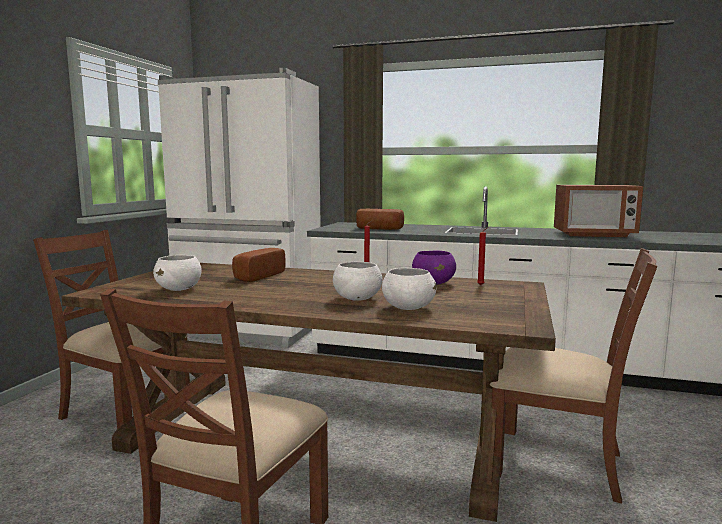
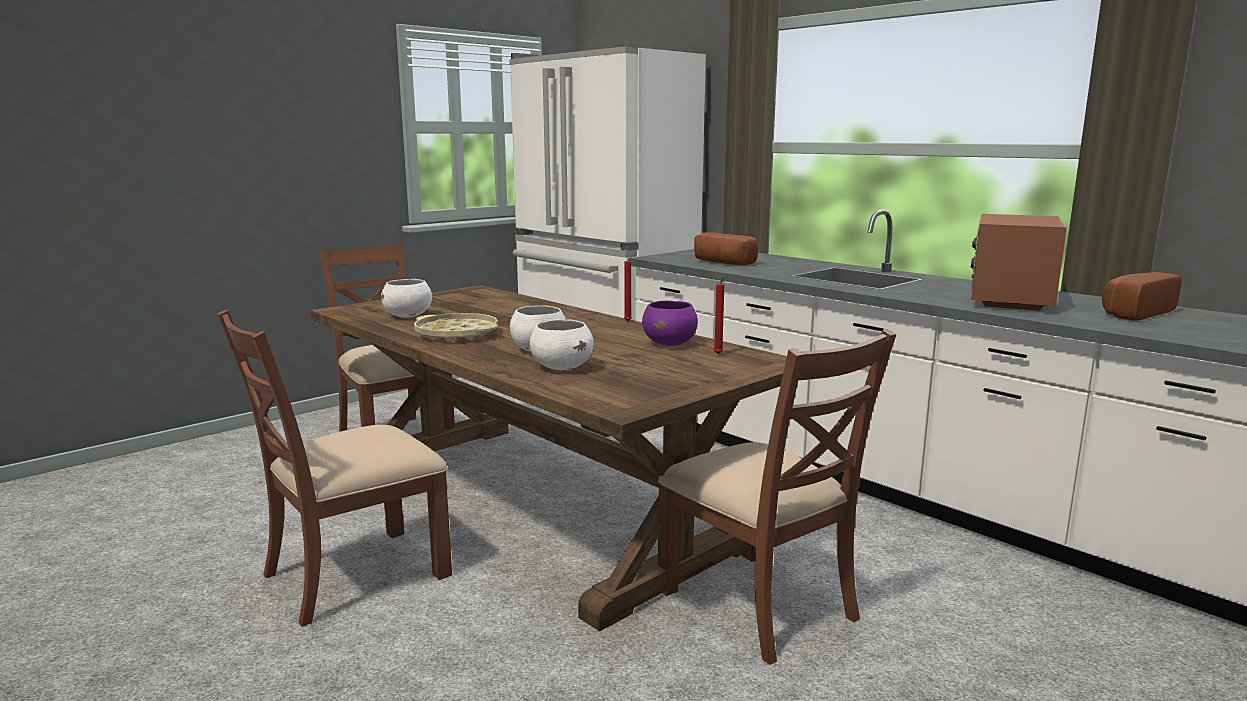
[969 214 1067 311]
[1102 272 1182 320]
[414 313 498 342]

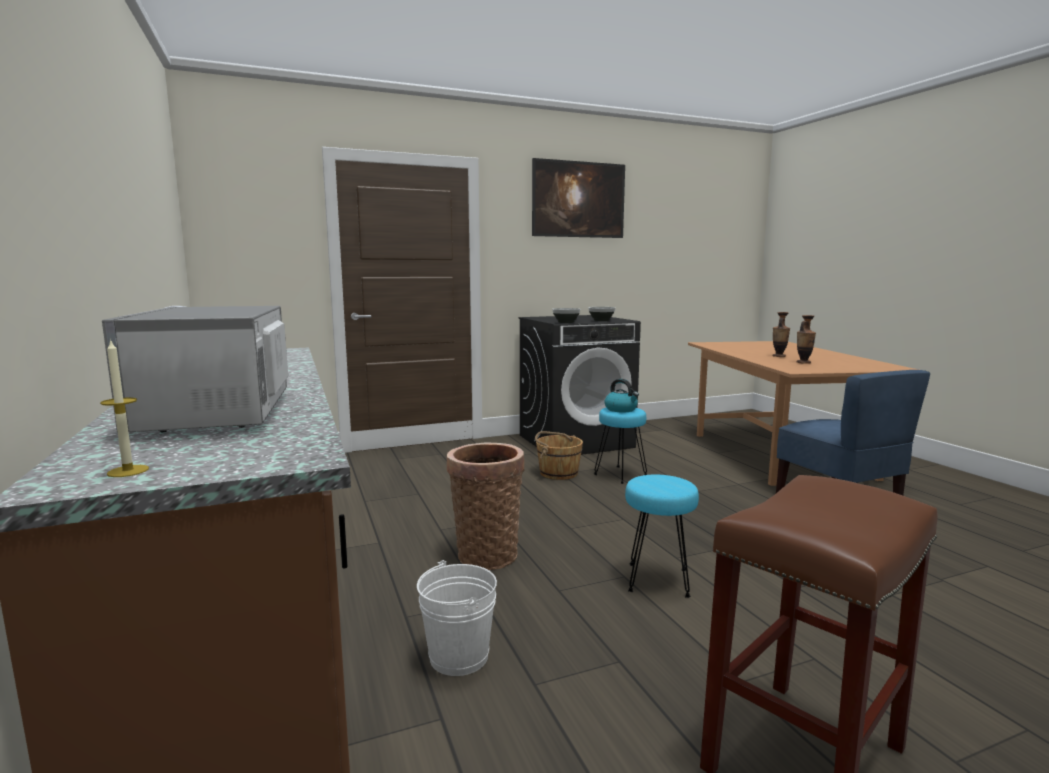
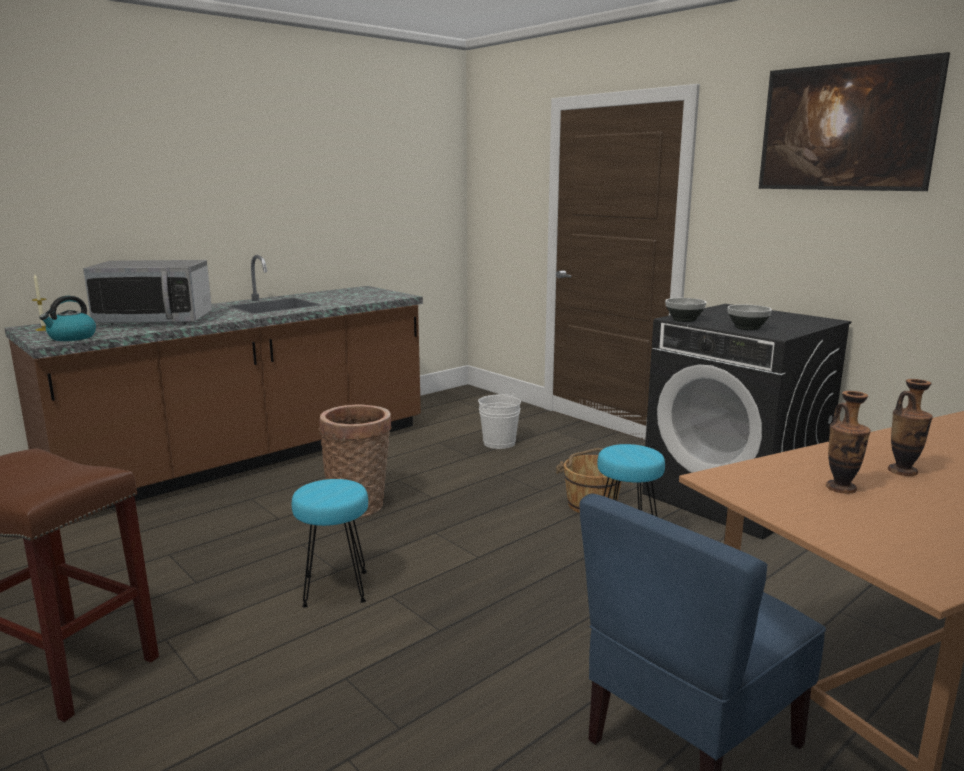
[83 260 212 325]
[40 296 96 341]
[478 394 521 449]

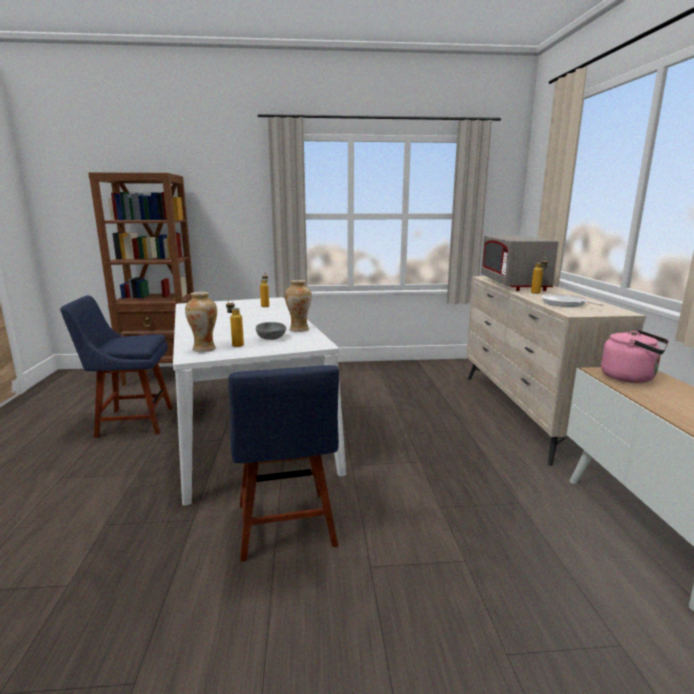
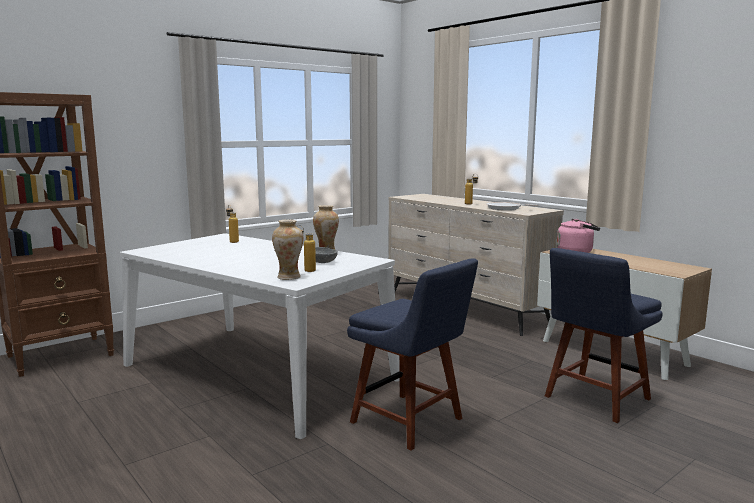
[481 235 558 291] (first image)
[545 248 663 423]

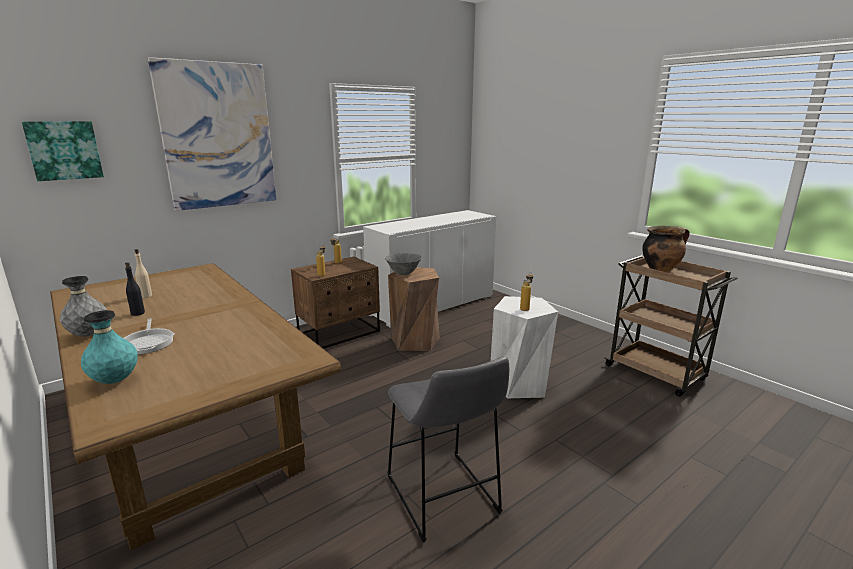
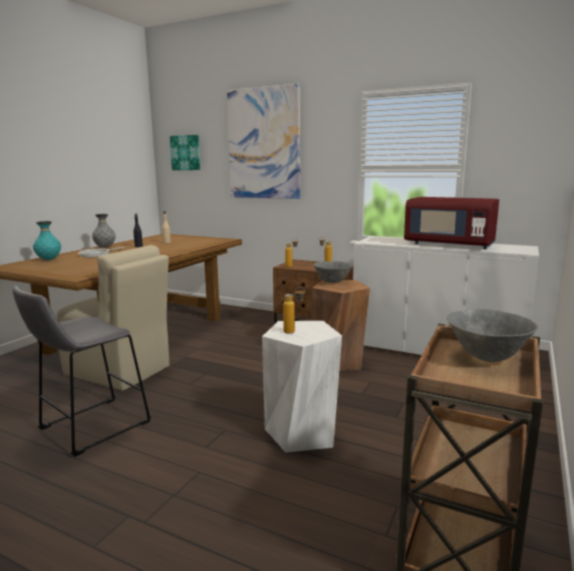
[447 309 538 362]
[404 197 499 249]
[57 245 169 391]

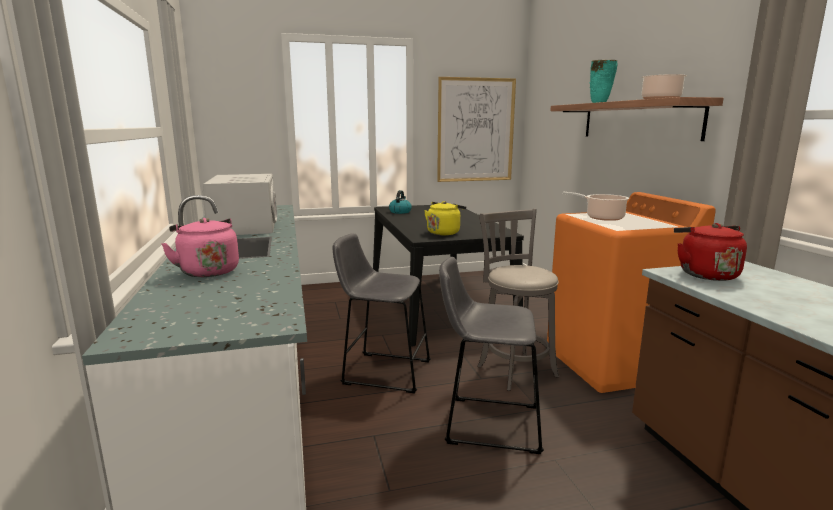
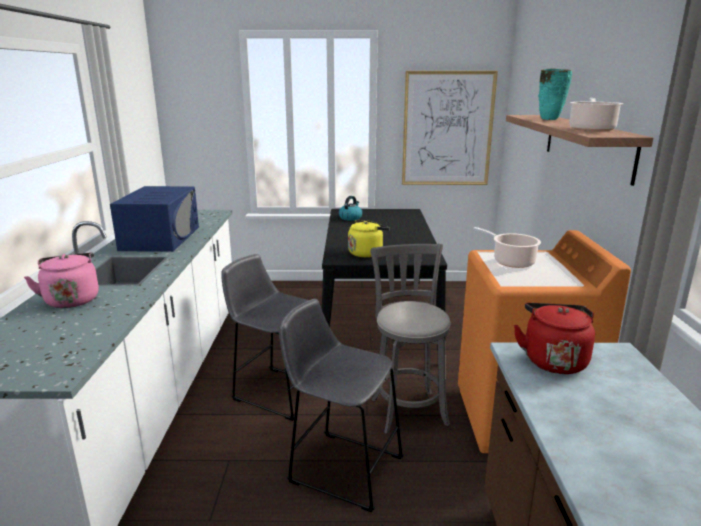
[110 186 199 252]

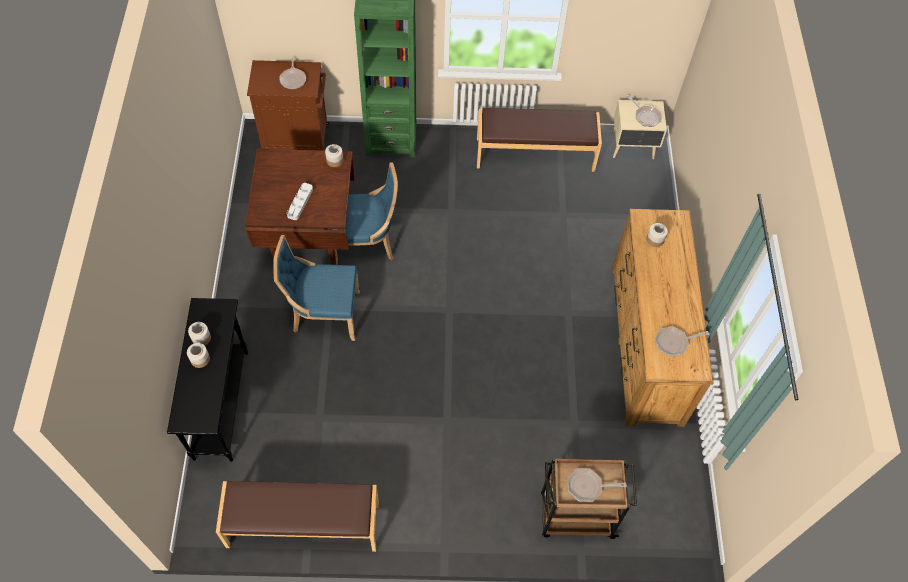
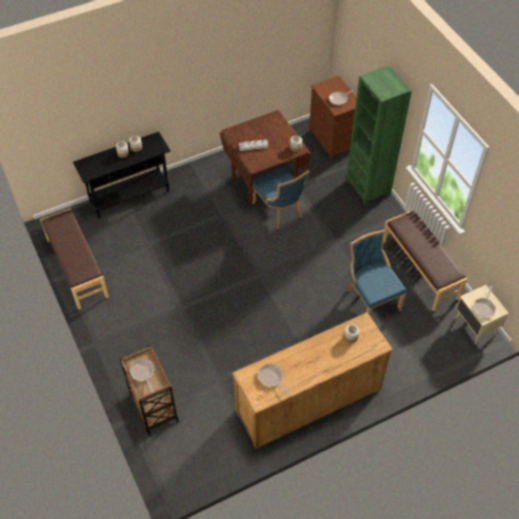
[347 230 406 316]

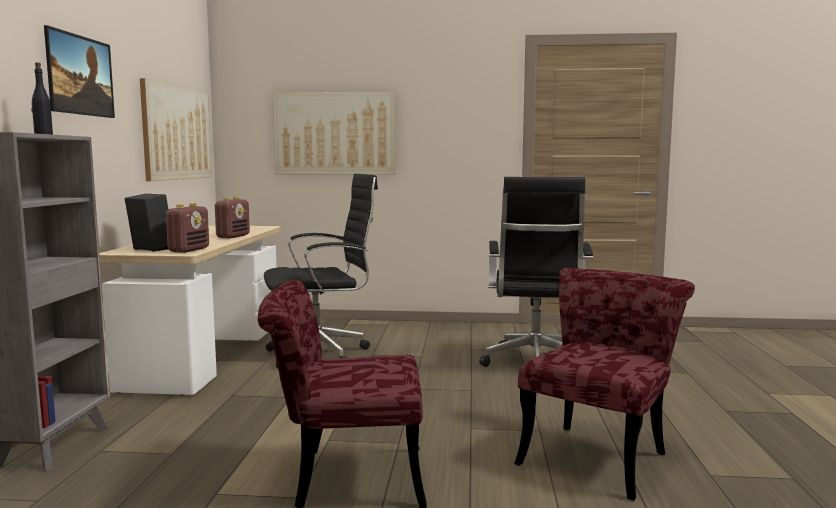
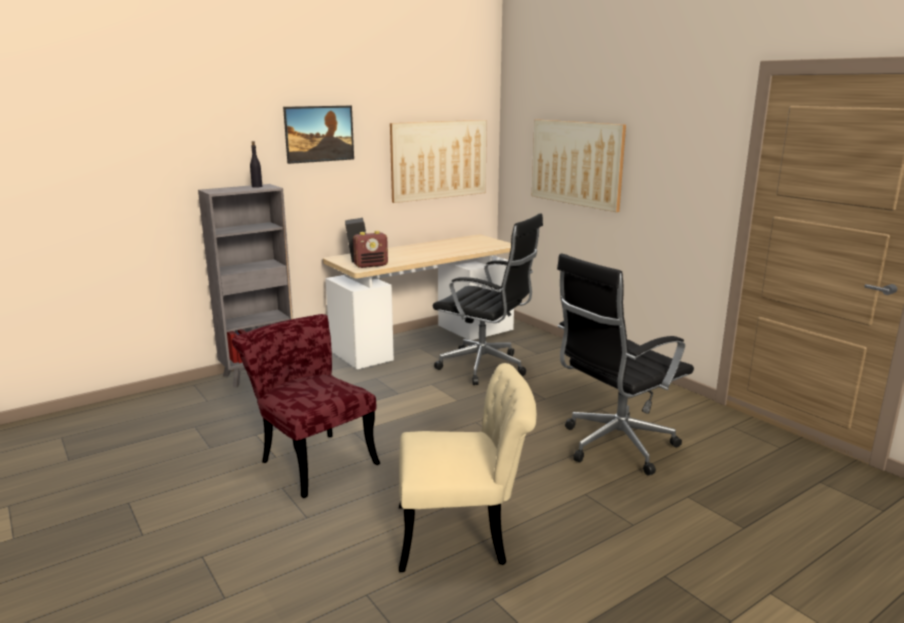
[215 197 250 238] (first image)
[399 363 537 572]

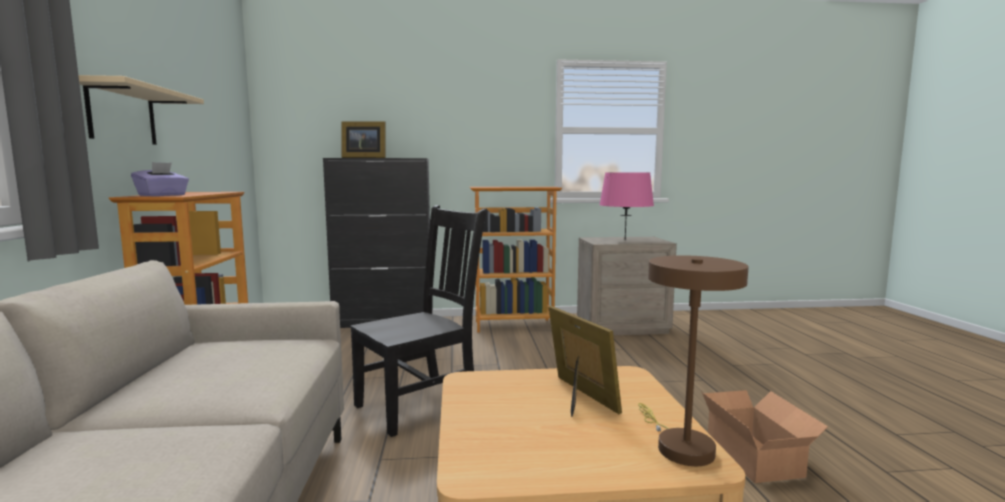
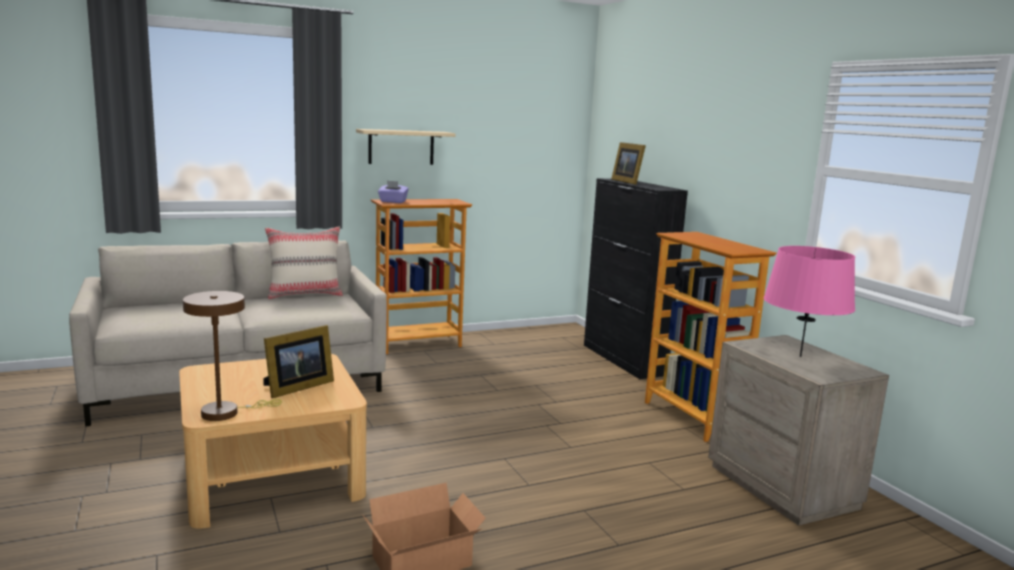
[350 205 486 437] (first image)
[265 227 343 299]

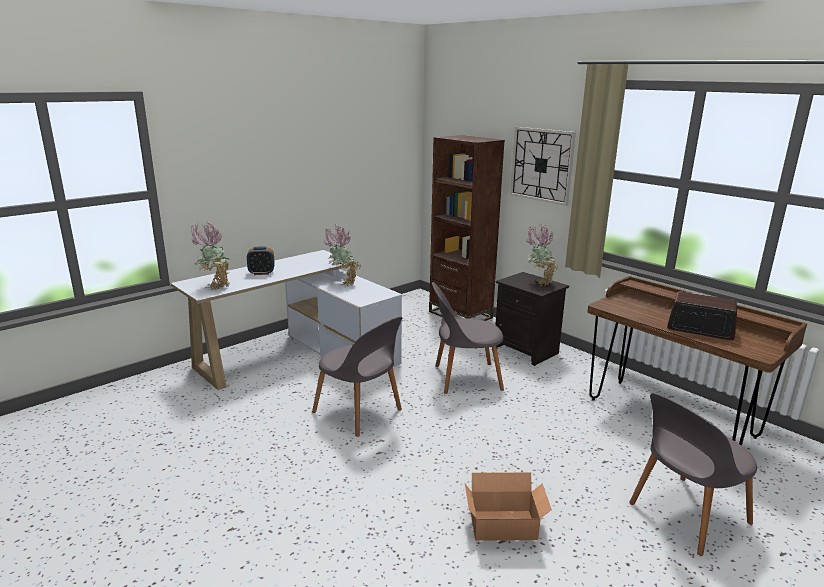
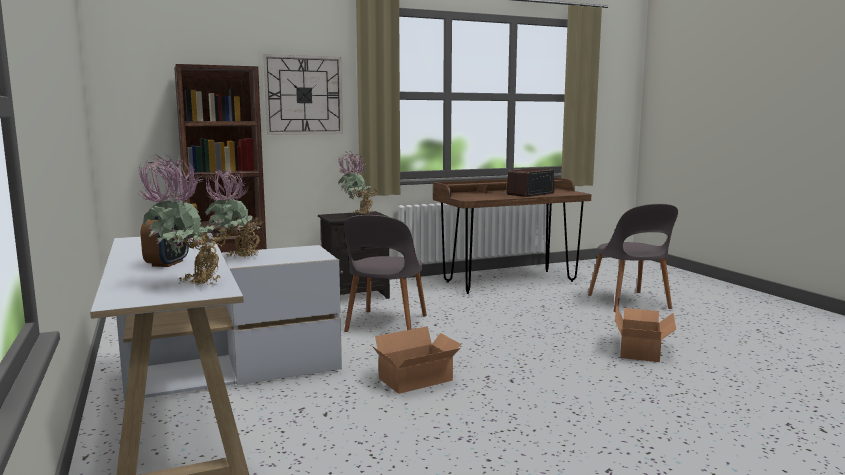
[372 326 461 394]

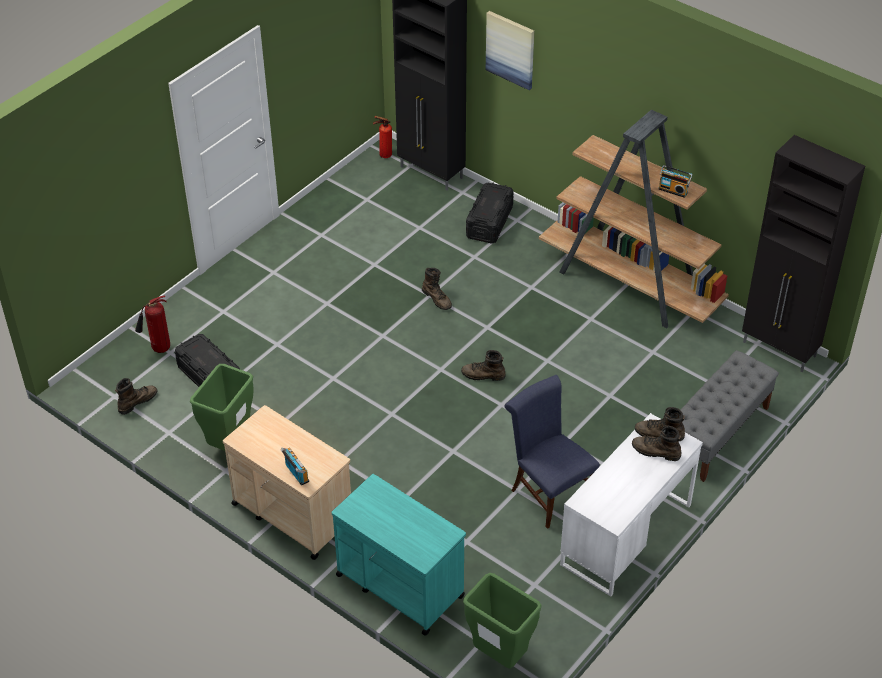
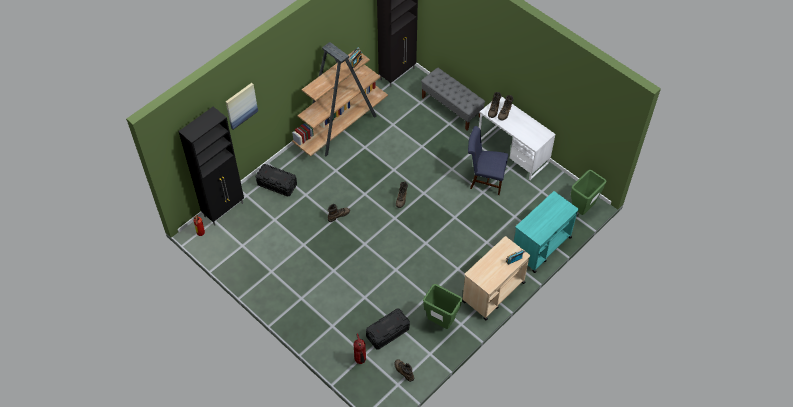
[468 126 509 195]

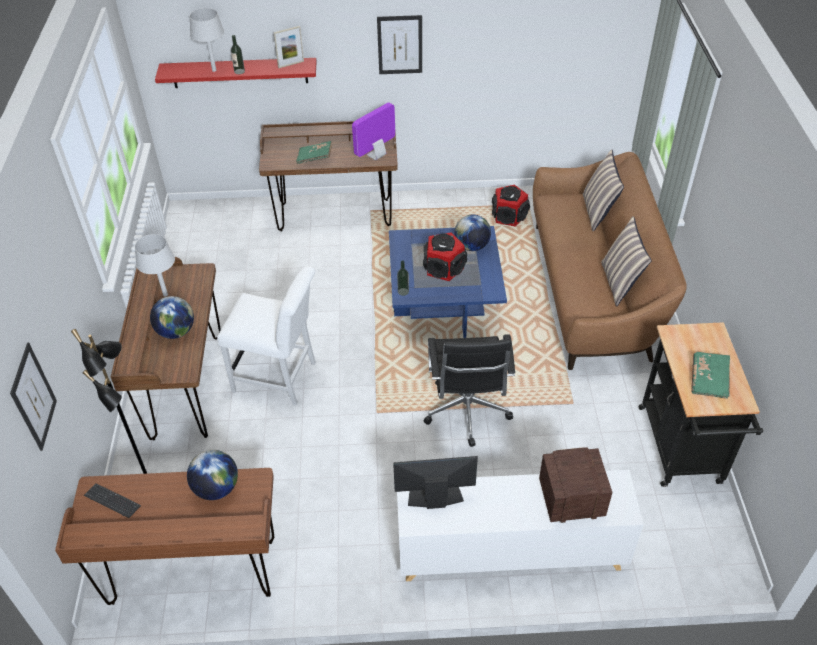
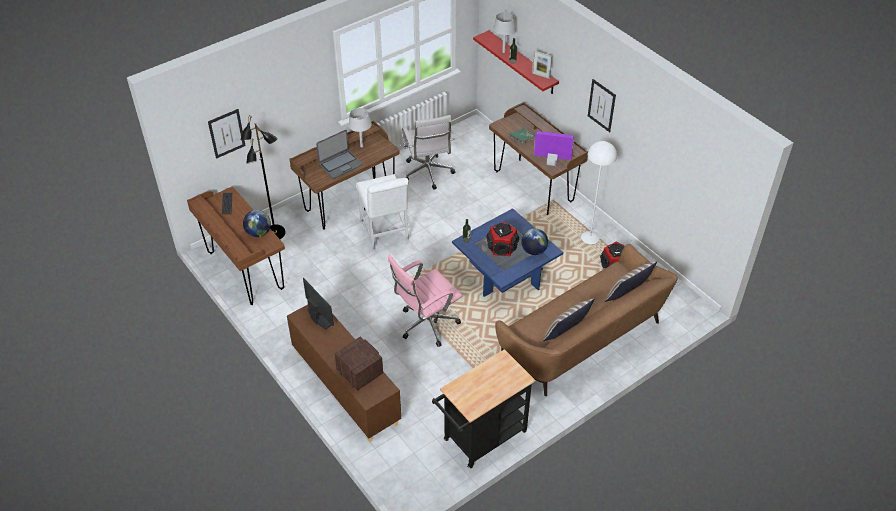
[316 130 363 179]
[388 255 463 347]
[691 352 730 399] (first image)
[287 305 402 442]
[402 115 455 190]
[581 141 617 244]

